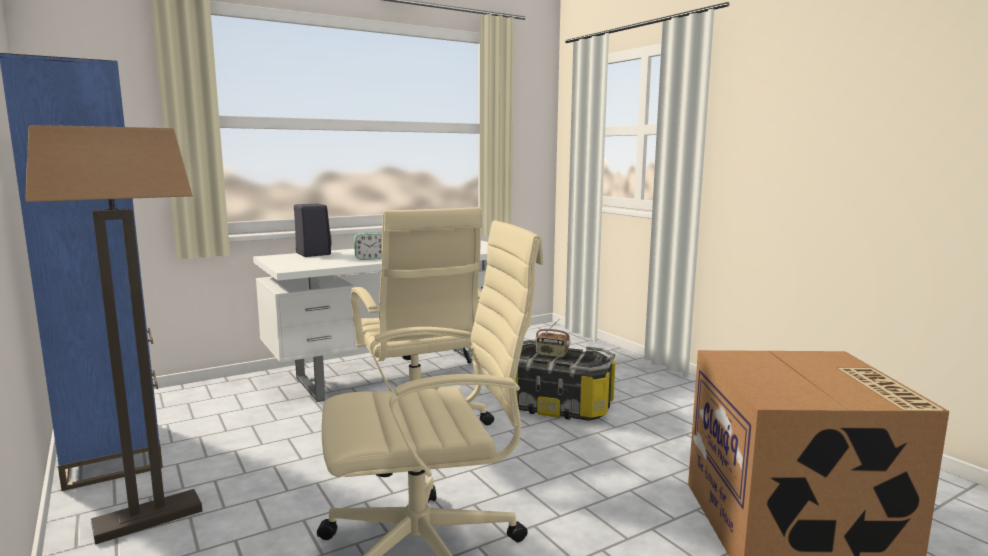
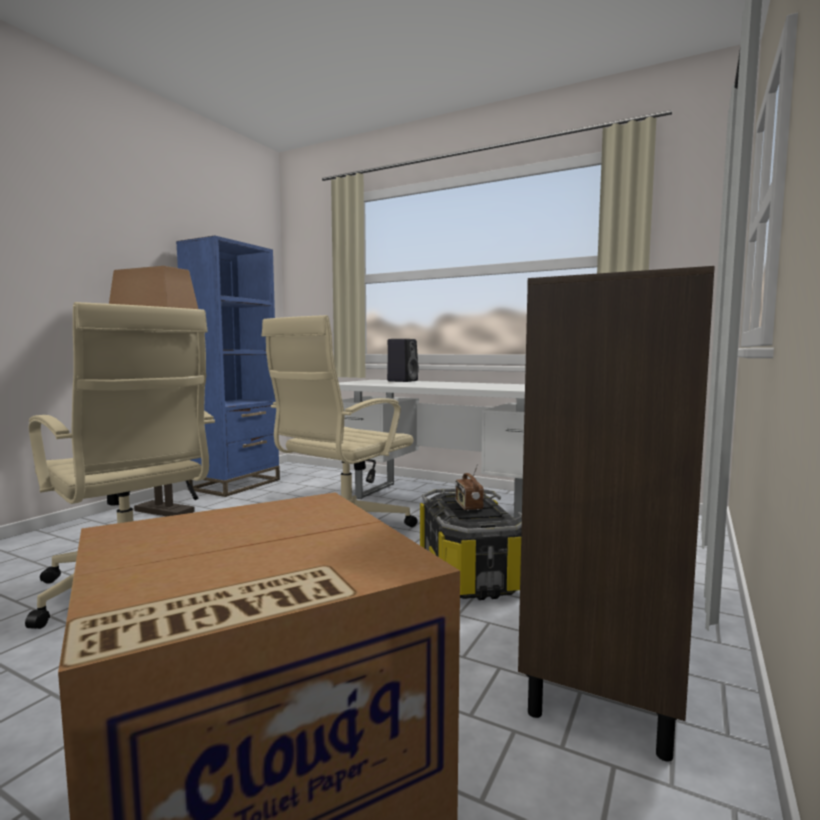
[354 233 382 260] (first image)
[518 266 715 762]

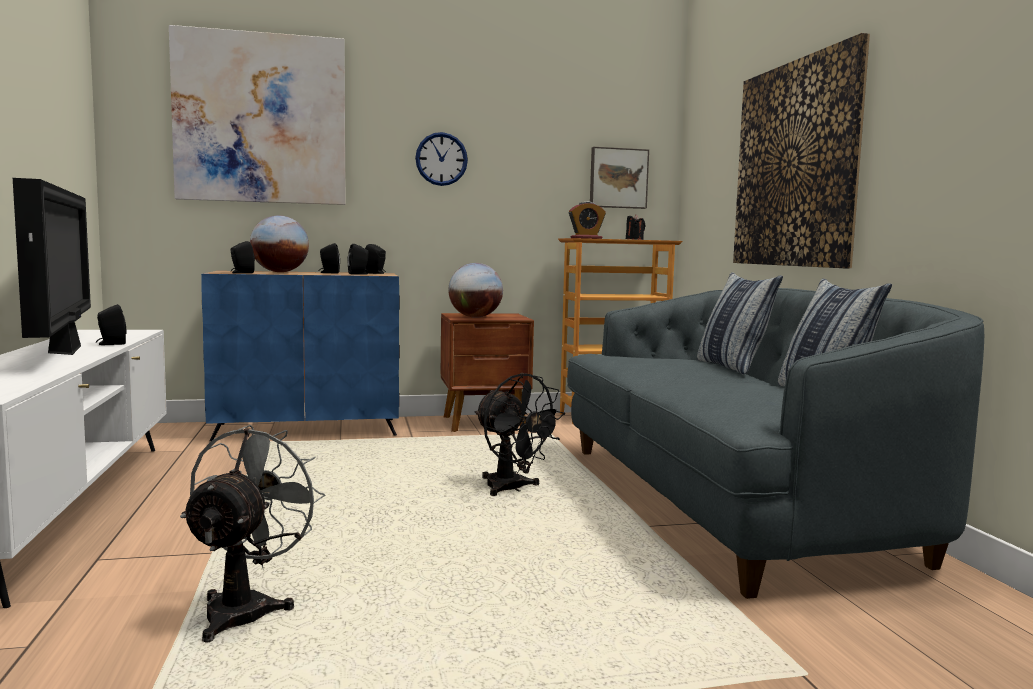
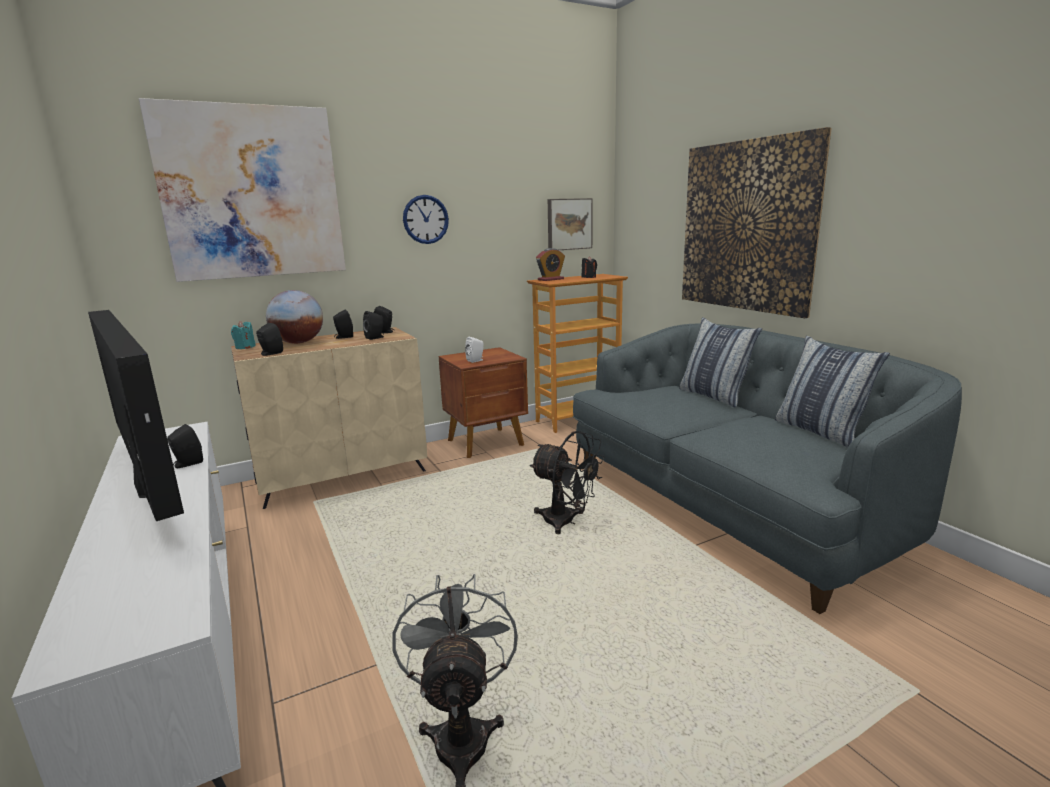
[465 337 484 363]
[231 327 427 509]
[231 321 256 349]

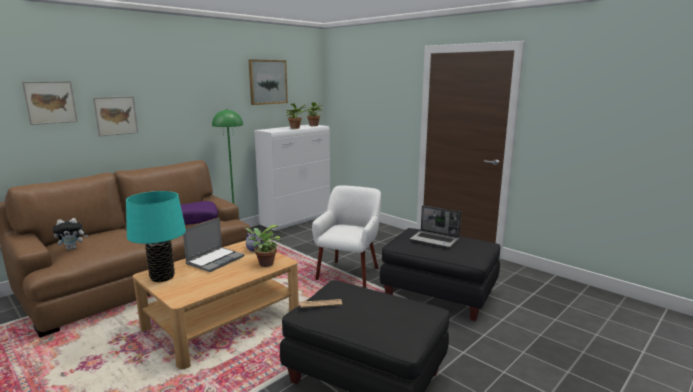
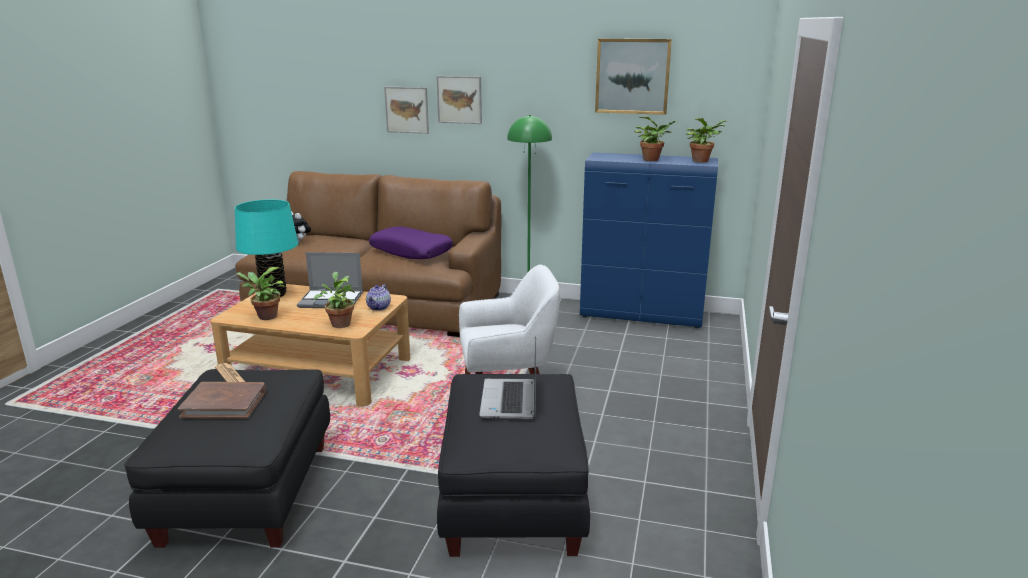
[436 76 482 124]
[580 153 718 328]
[235 267 286 320]
[178 382 266 419]

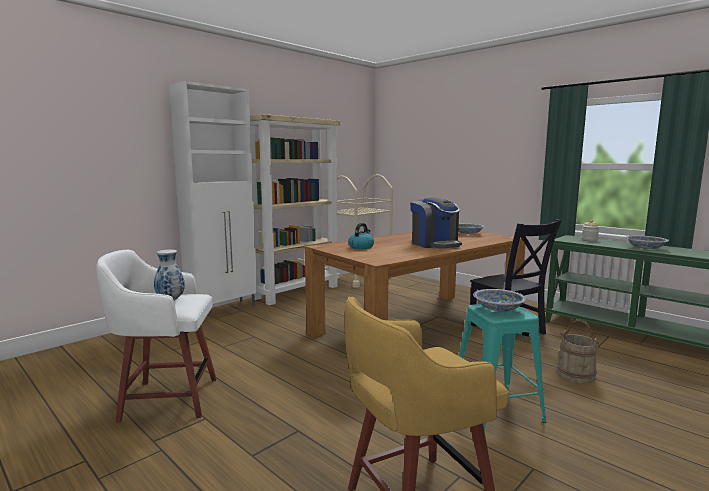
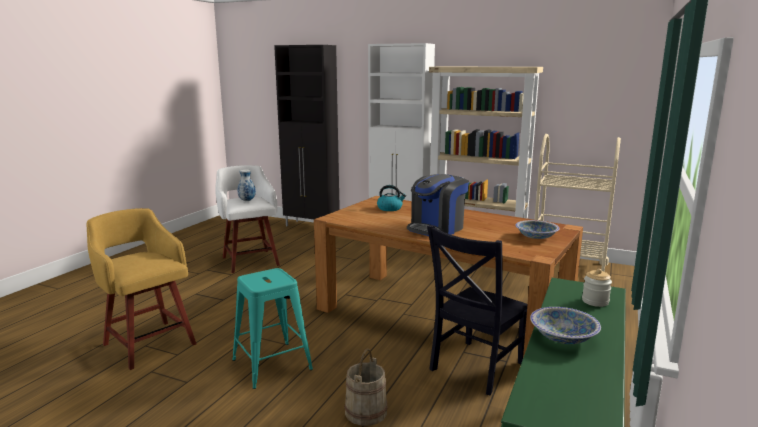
[473 289 526 311] (first image)
[274 45 340 226]

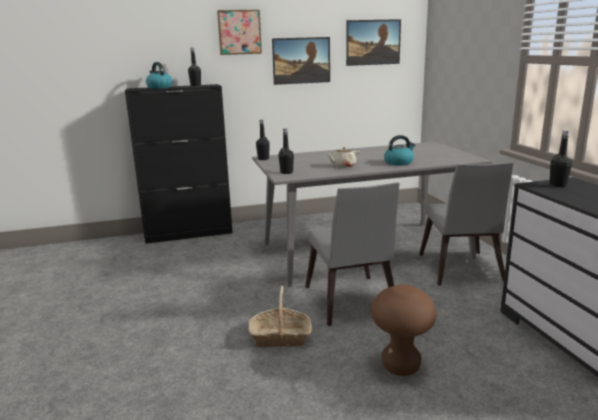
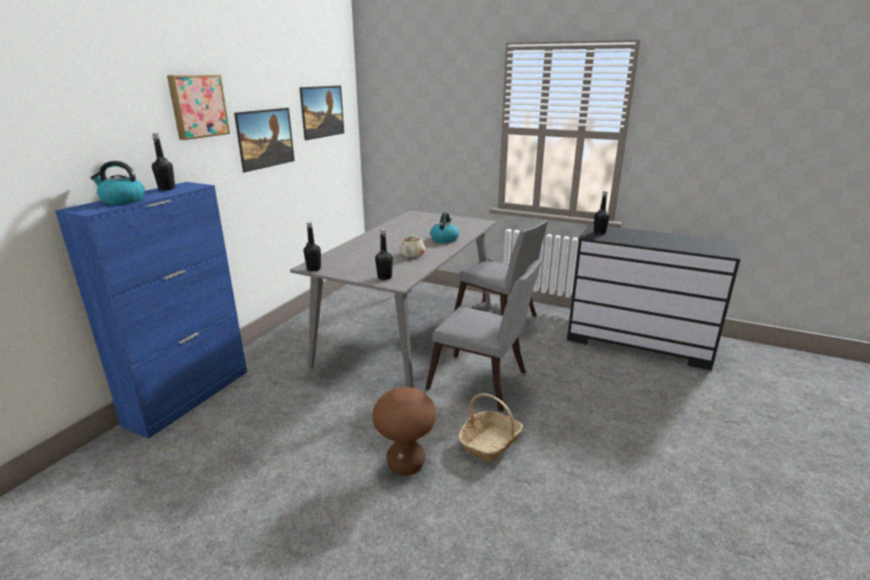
[55 182 247 438]
[372 387 436 476]

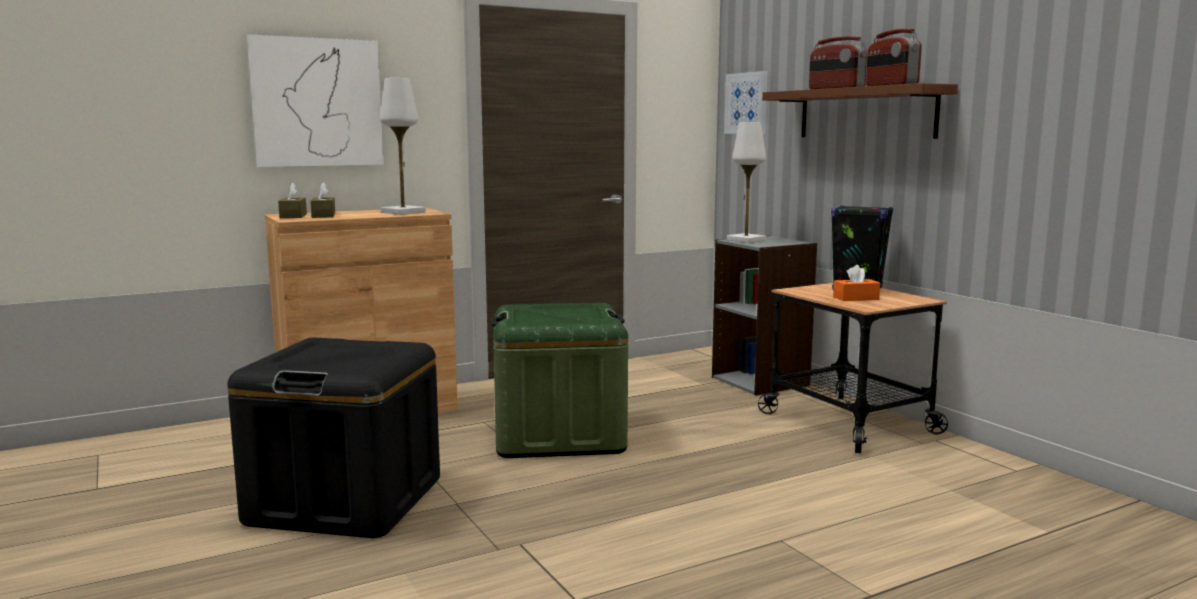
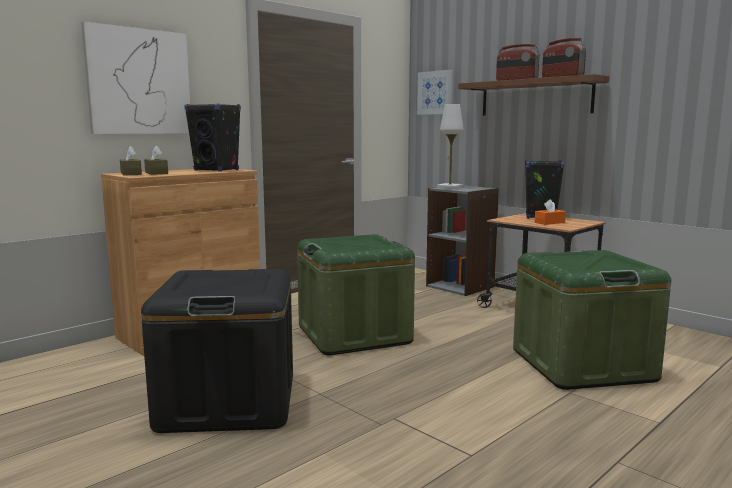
[184 104 241 172]
[513 250 671 390]

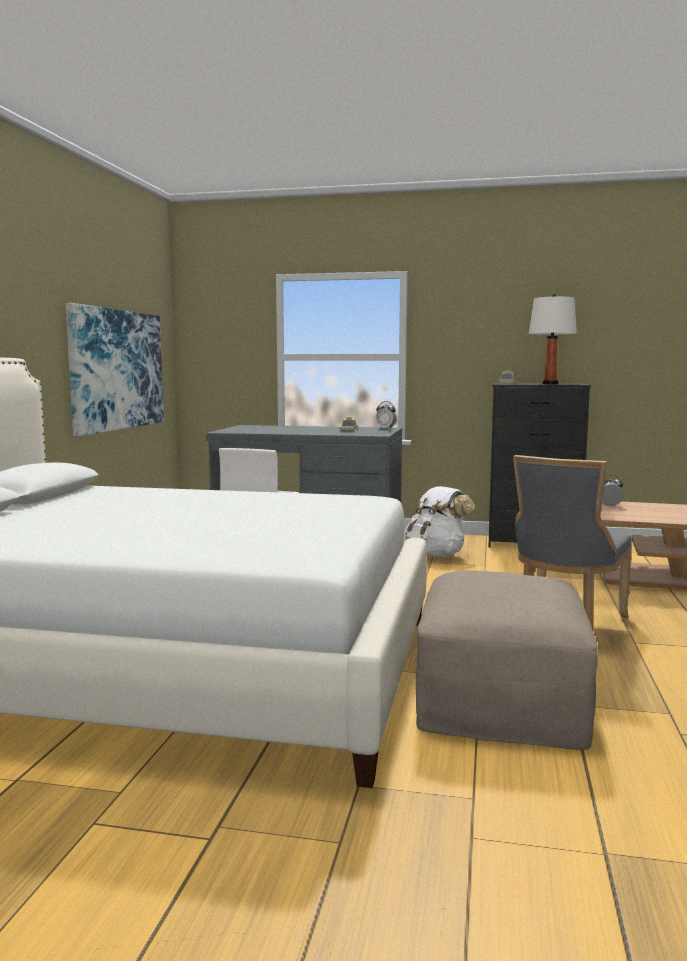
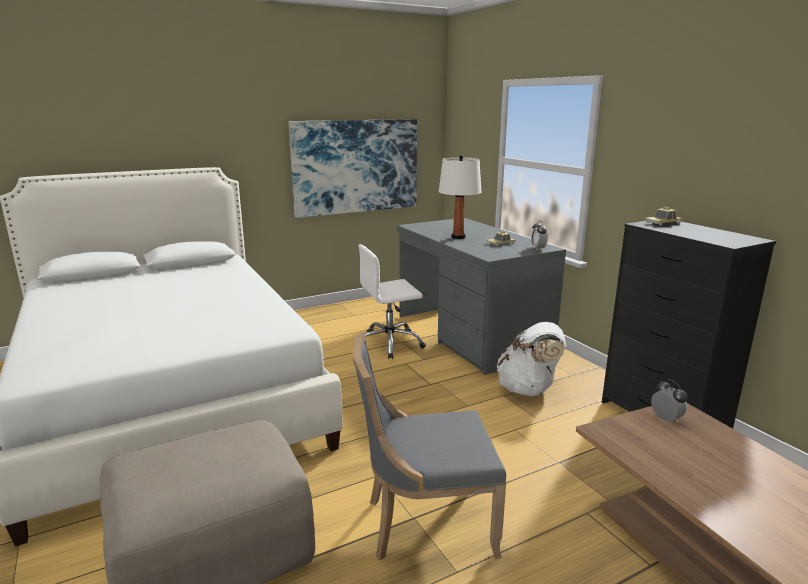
[439 155 482 239]

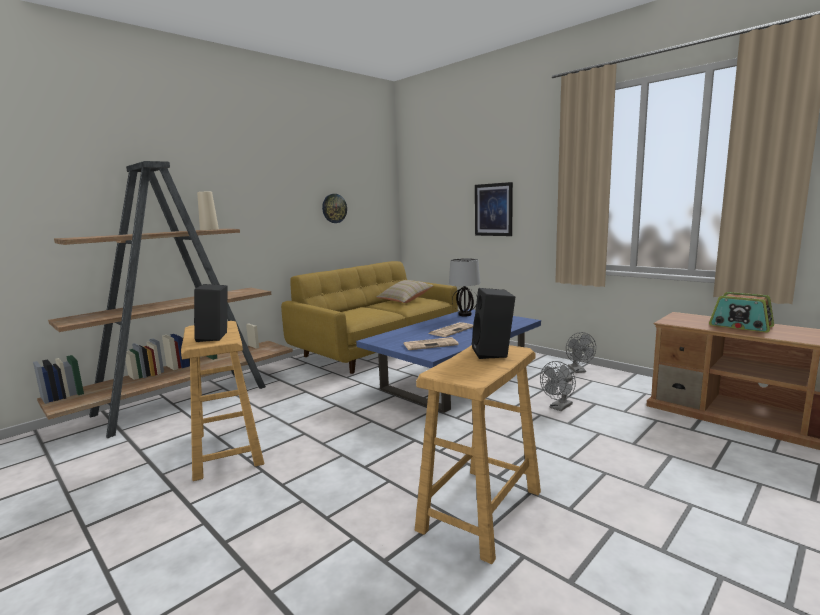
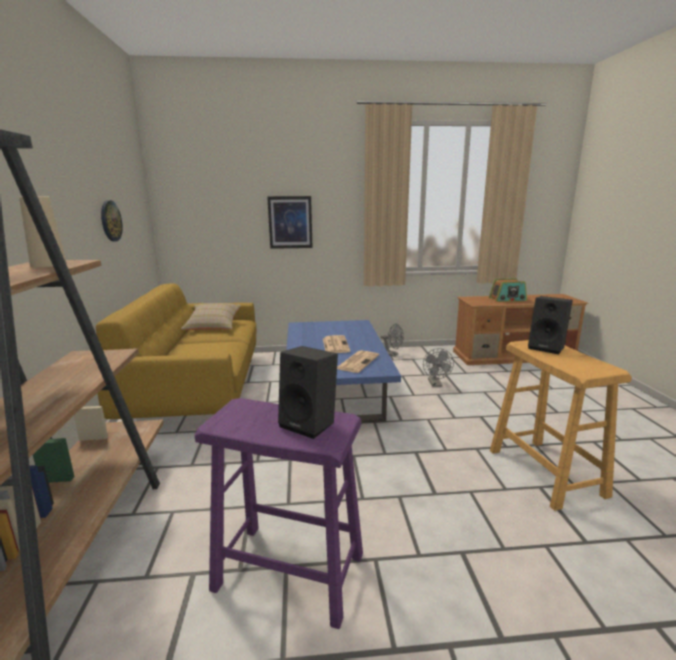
[449 258 480 316] (first image)
[195 398 363 629]

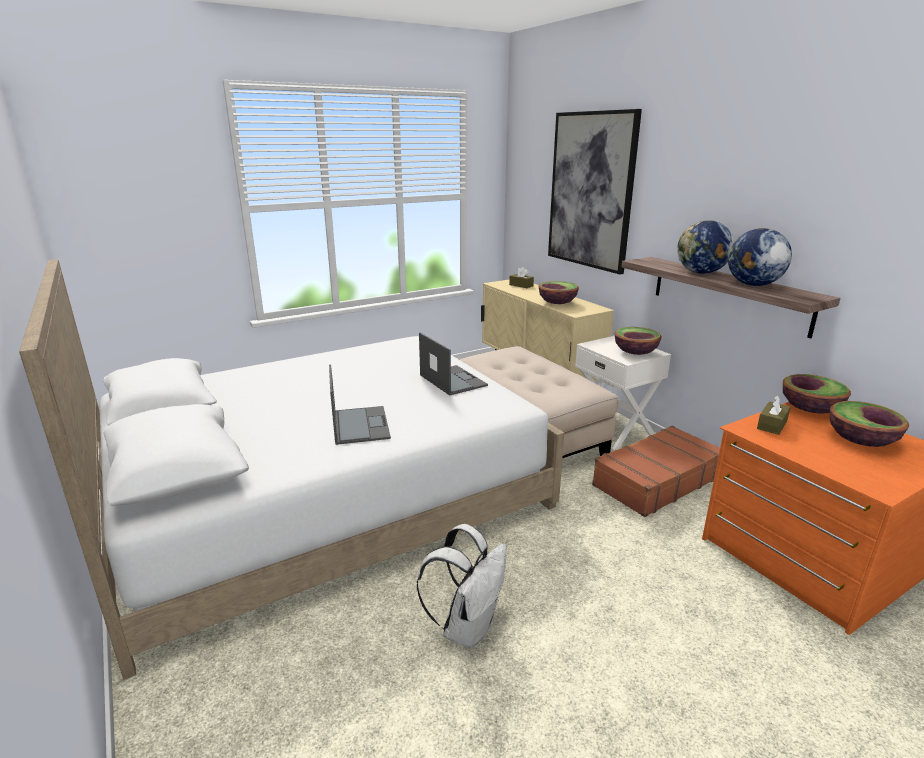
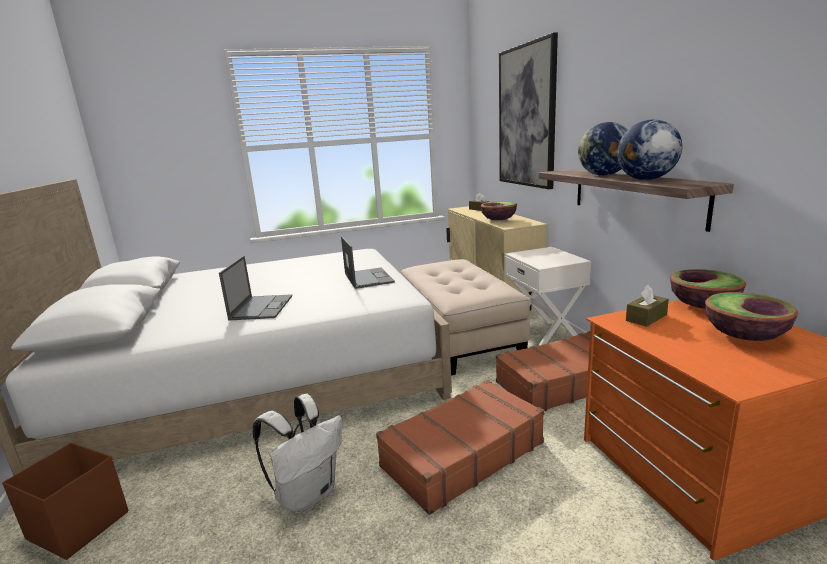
[614 327 662 355] (first image)
[376 380 544 515]
[2 442 128 560]

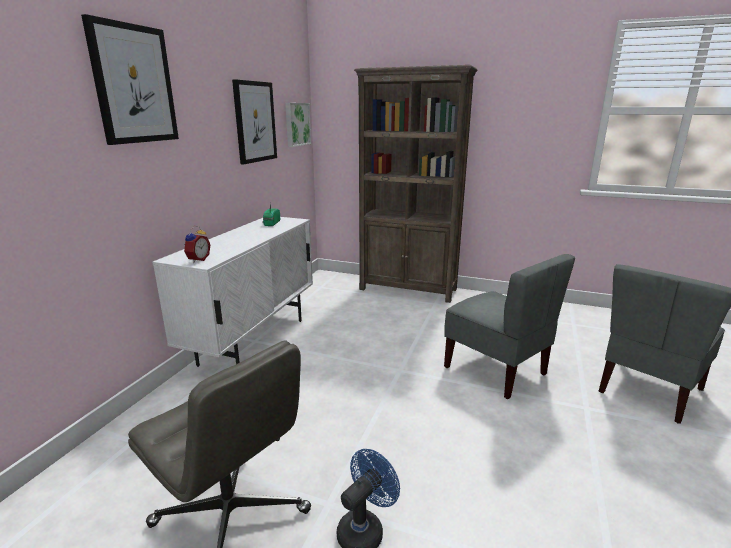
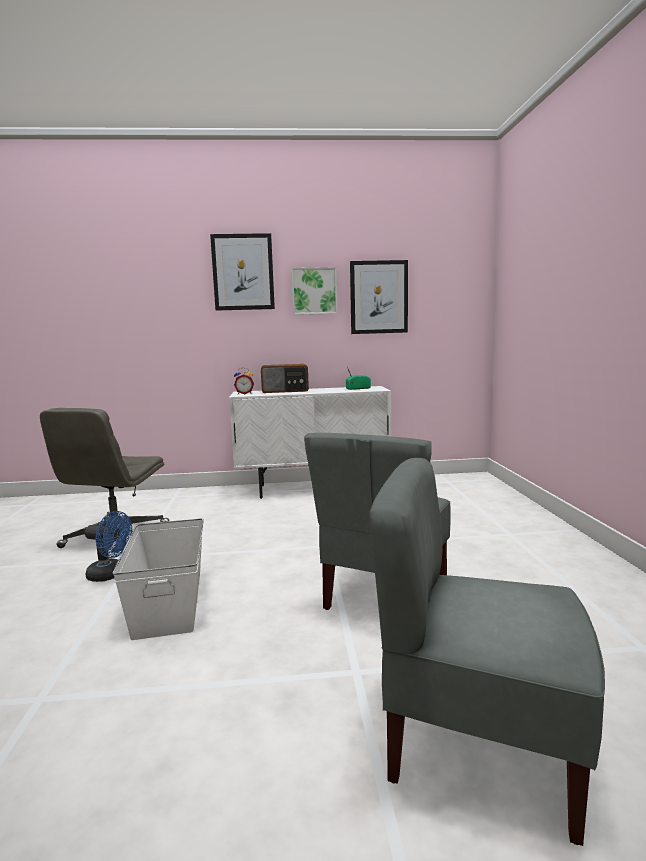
[354 65 478 303] (first image)
[291 267 338 315]
[261 364 309 393]
[113 518 204 640]

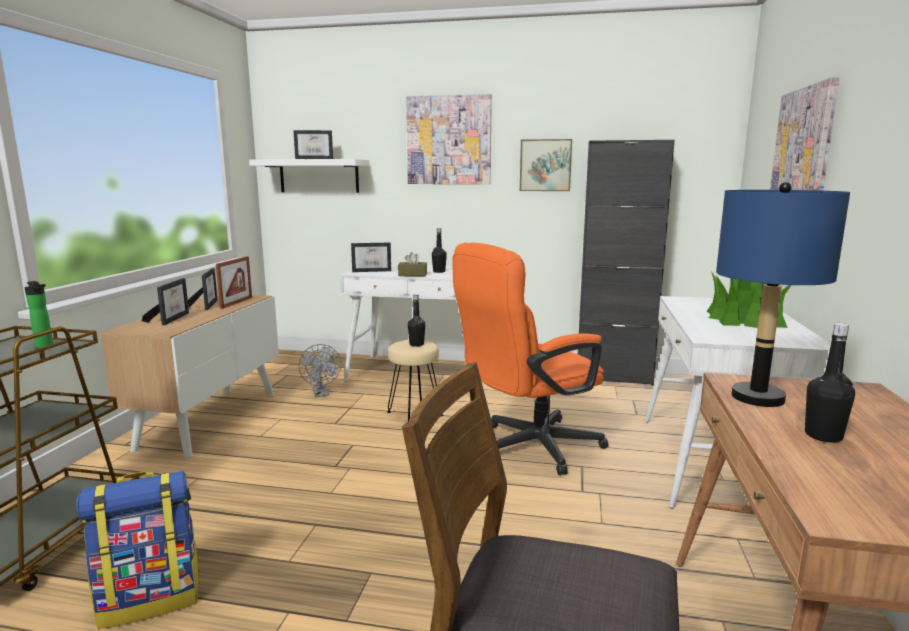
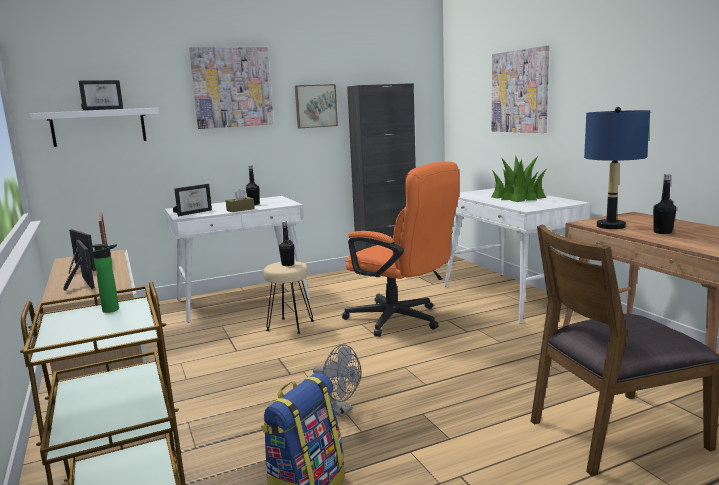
[342 161 460 337]
[313 344 361 417]

